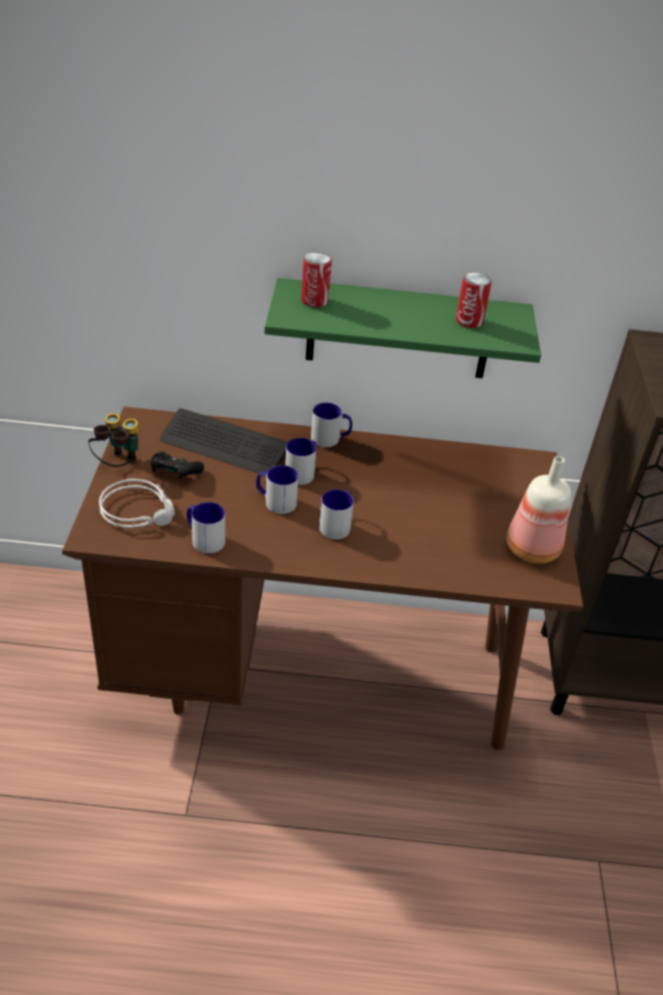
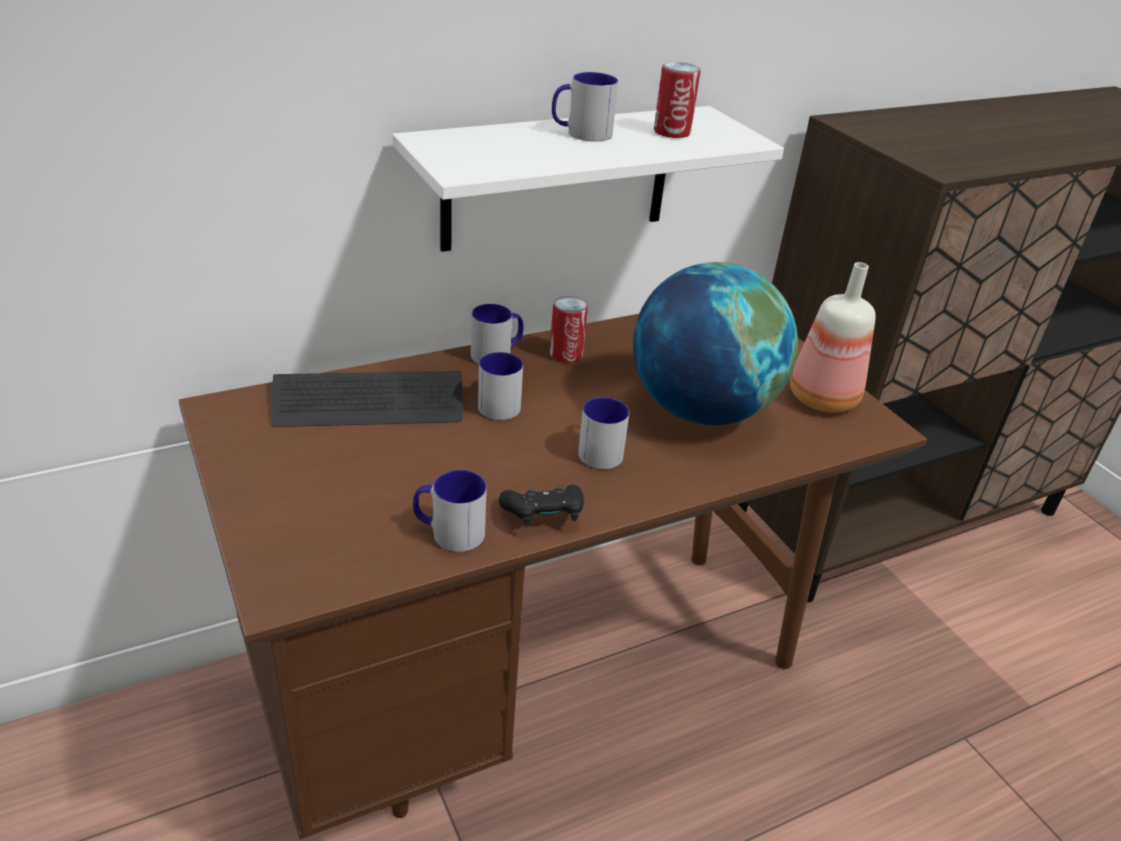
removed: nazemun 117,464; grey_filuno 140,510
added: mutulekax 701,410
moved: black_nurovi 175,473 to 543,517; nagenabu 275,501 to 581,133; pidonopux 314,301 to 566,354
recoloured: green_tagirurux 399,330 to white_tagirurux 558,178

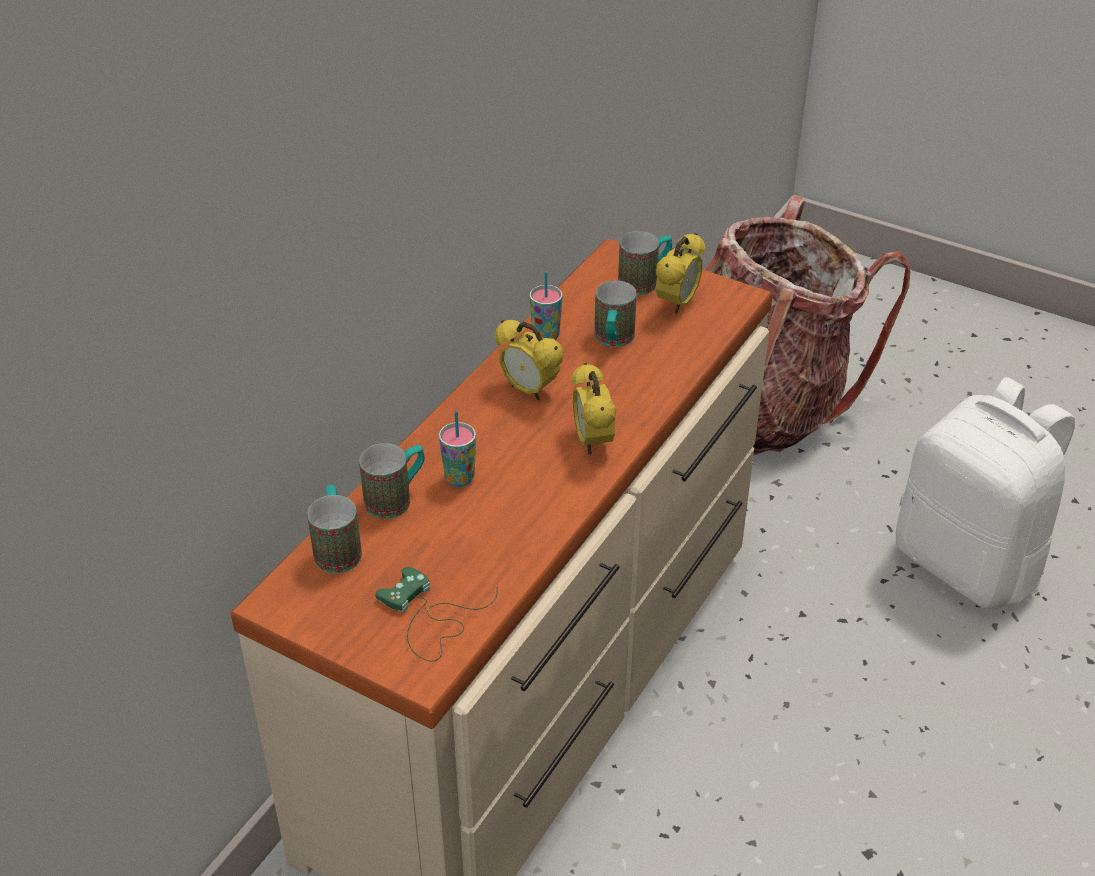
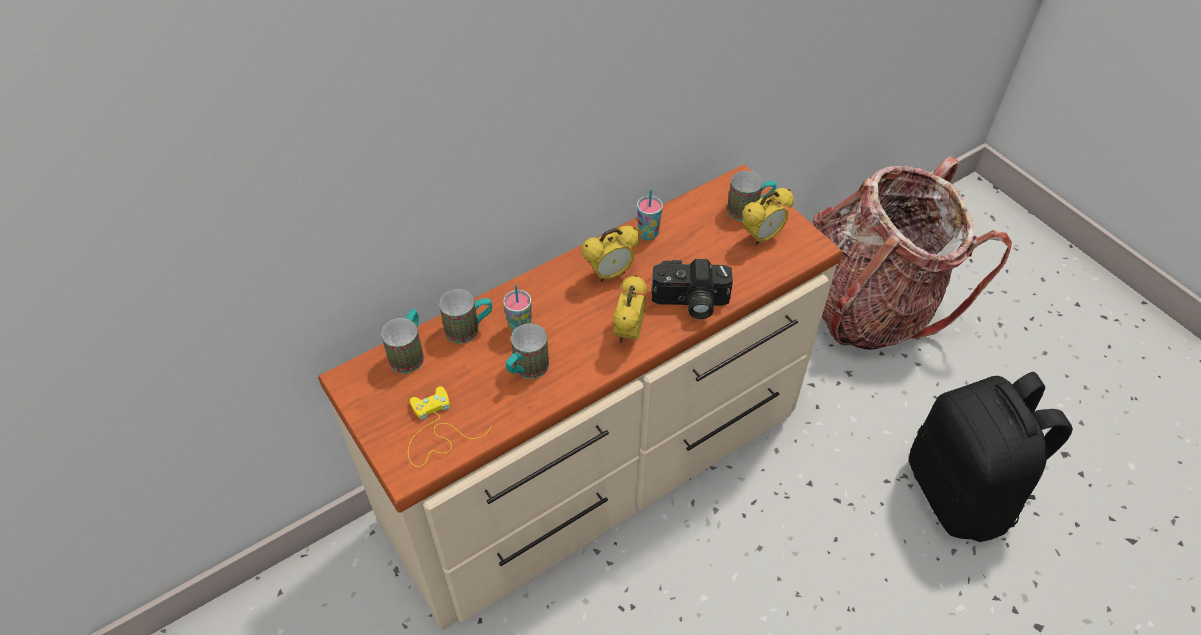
added: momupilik 690,302
moved: nagenabu 613,341 to 526,370
recoloured: green_nurovi 430,617 to yellow_nurovi 436,431; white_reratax 969,563 to black_reratax 962,493
turned: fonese 529,390 = 610,274 90 degrees counterclockwise

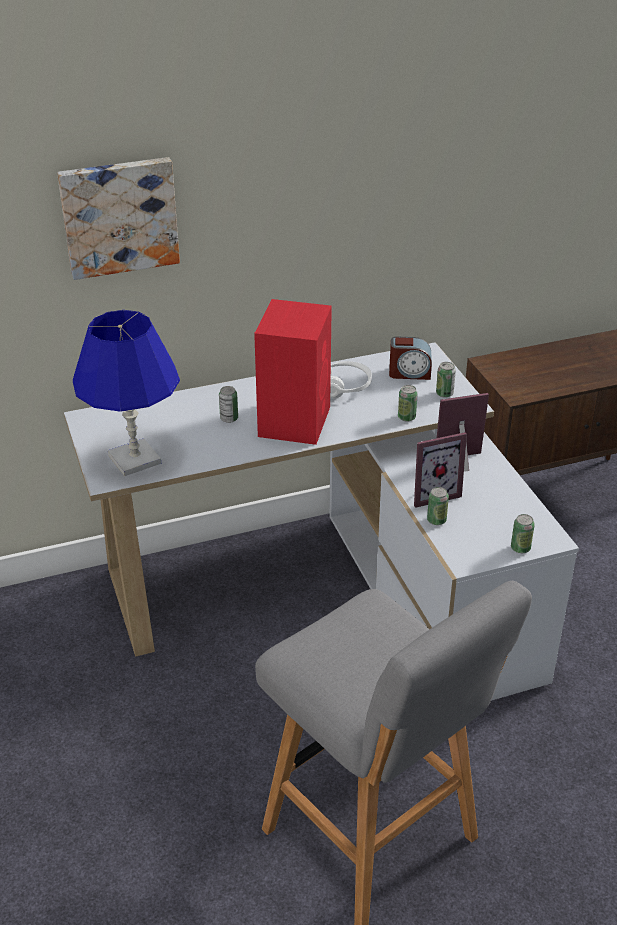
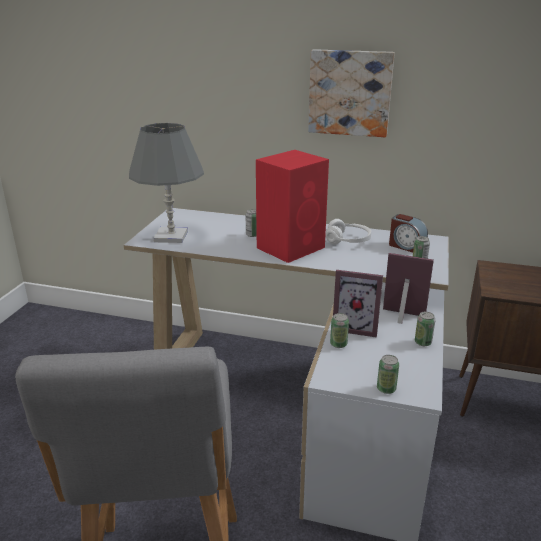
moved: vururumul 119,216 to 350,92; pidonopux 406,417 to 423,342
recoloured: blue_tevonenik 135,459 to grey_tevonenik 171,236

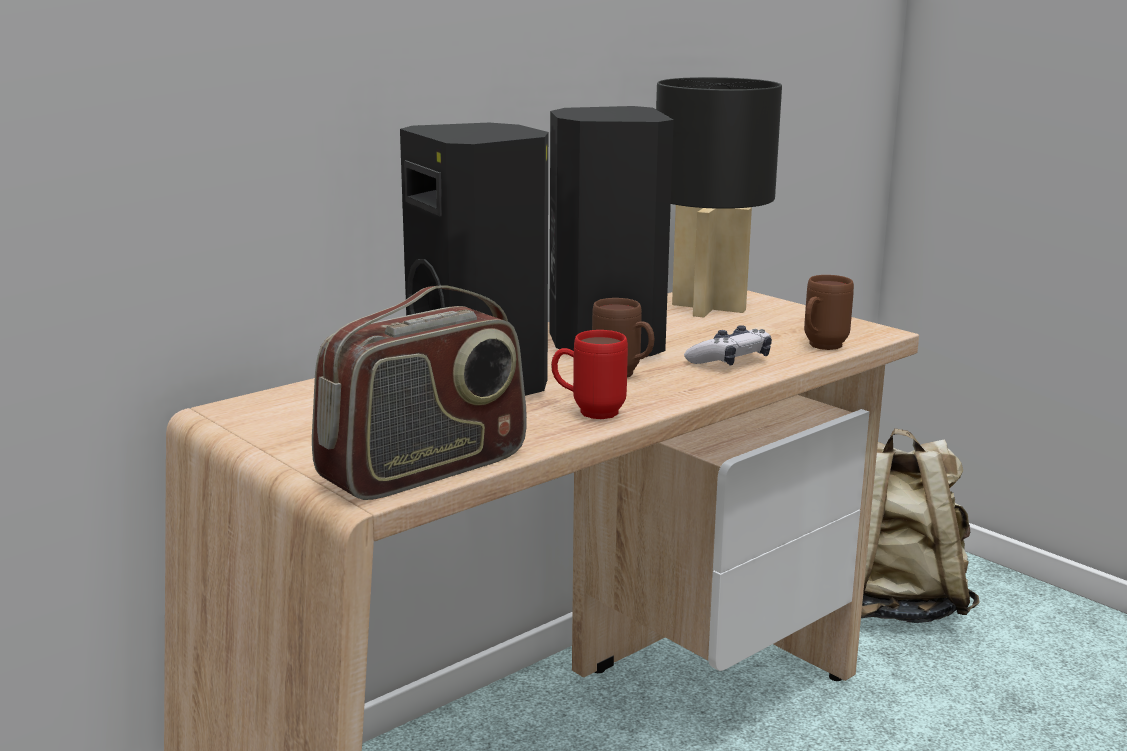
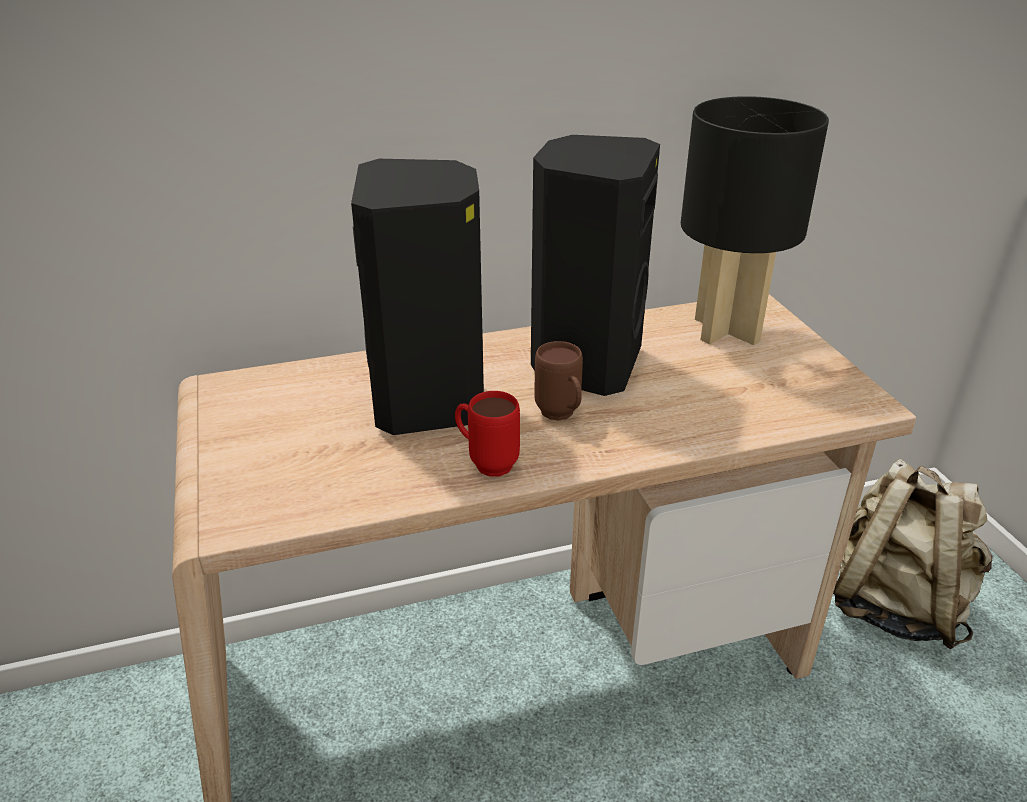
removed: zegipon 425,469; nurovi 730,361; brown_nagenabu 820,347

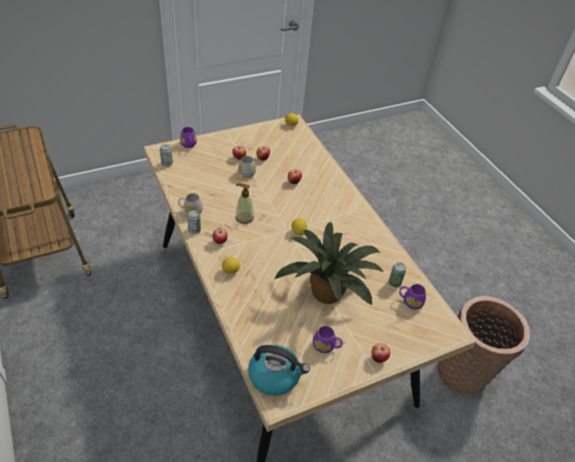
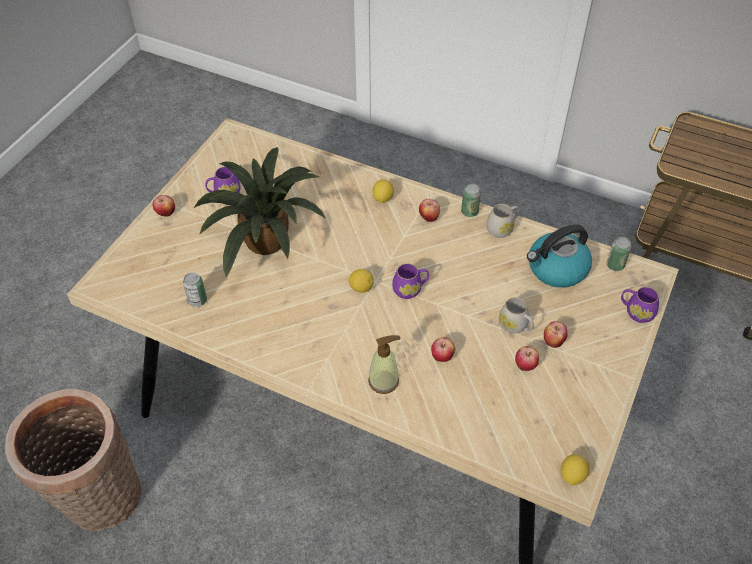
moved: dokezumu 244,217 to 384,381; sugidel 275,376 to 556,269; purple_nagenabu 410,302 to 410,289

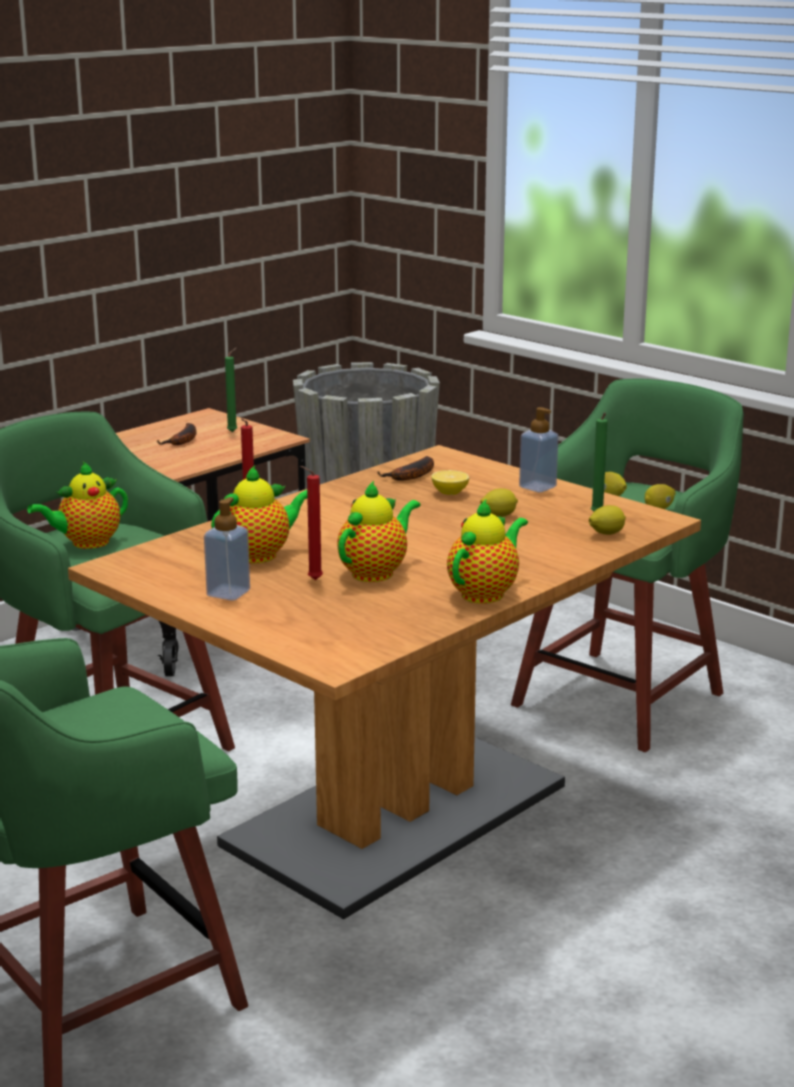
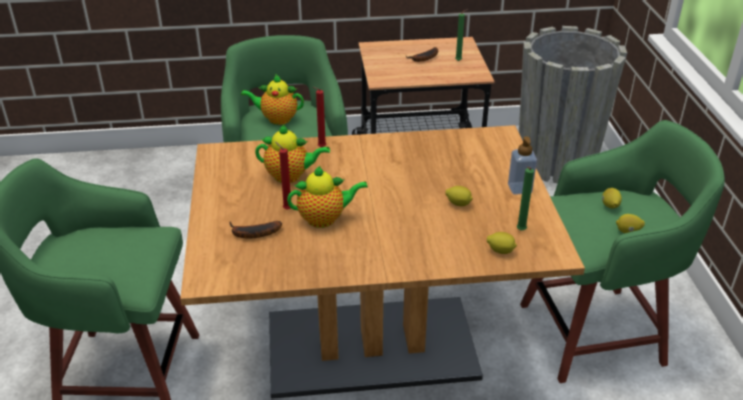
removed: dokezumu 228,593; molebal 449,493; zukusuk 485,593
moved: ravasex 411,476 to 252,234

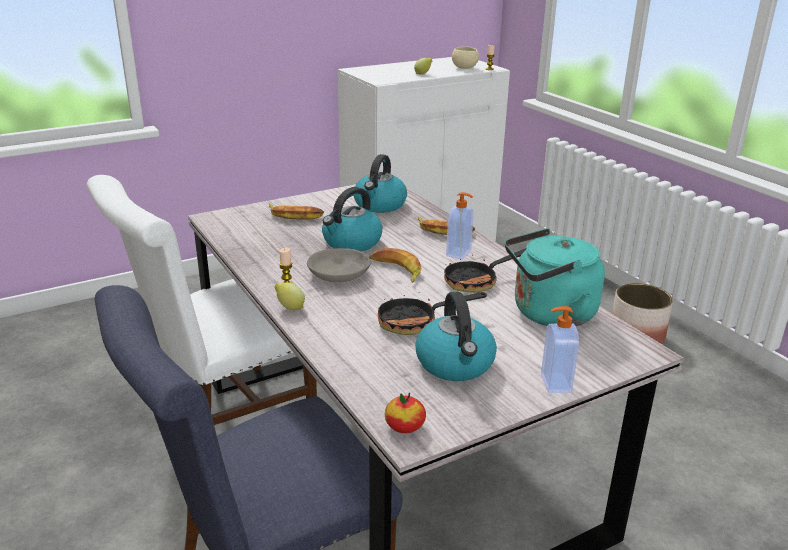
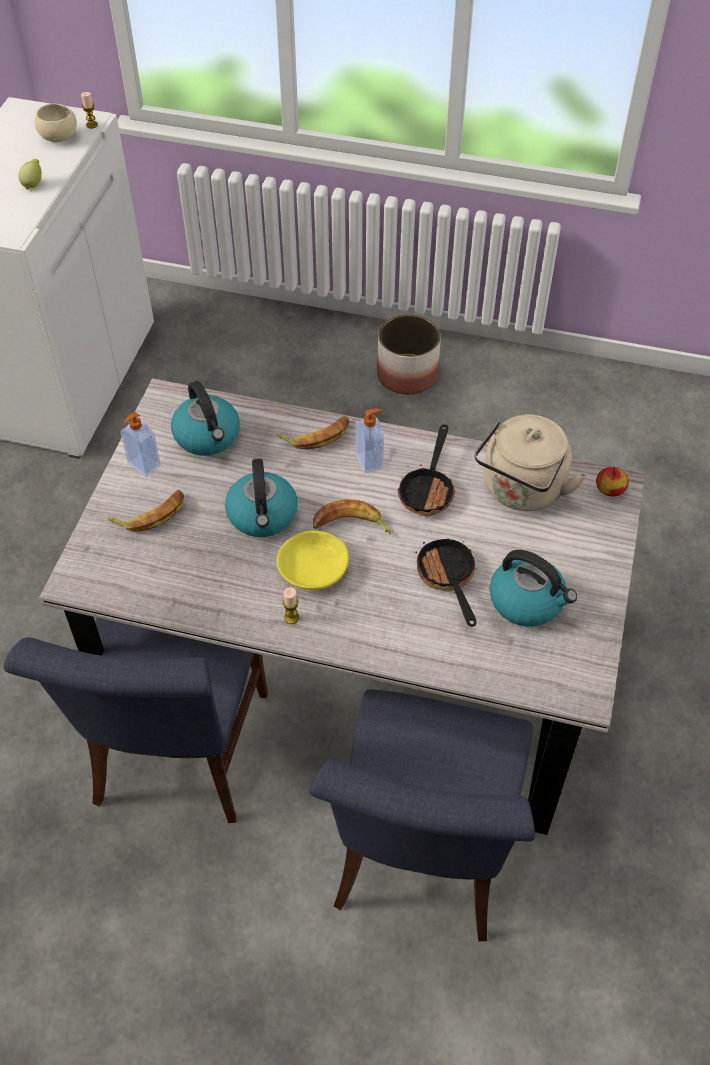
removed: molebal 290,308
moved: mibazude 405,426 to 610,489; dokezumu 554,383 to 143,465
recoloured: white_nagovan 223,423 to blue_nagovan 178,758; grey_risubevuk 340,274 to yellow_risubevuk 314,568; turquoise_sugidel 549,314 to beige_sugidel 521,491
turned: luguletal 416,322 = 447,578 135 degrees clockwise

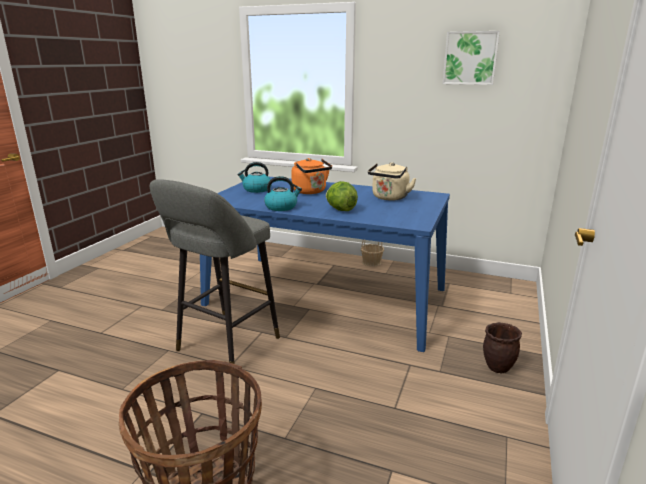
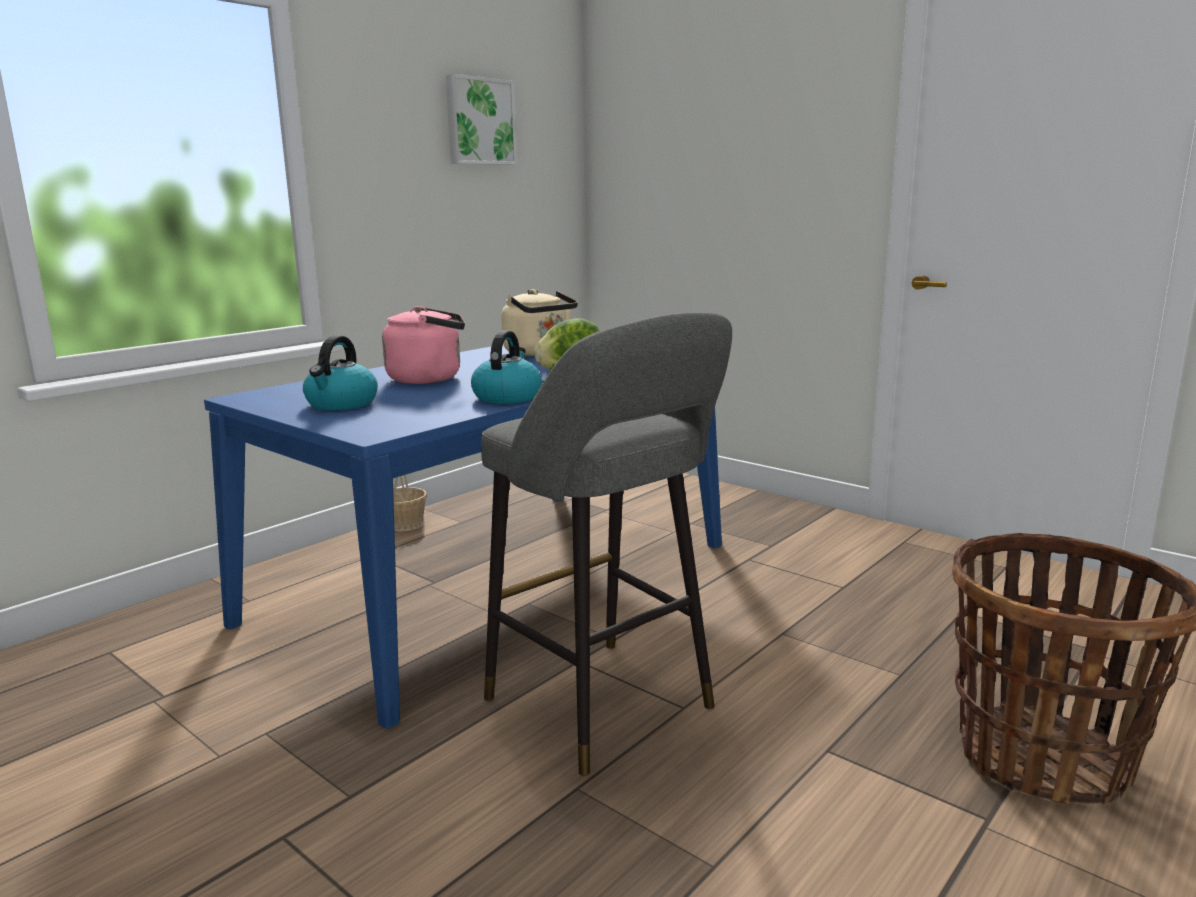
removed: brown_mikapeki 497,367
recoloured: orange_sugidel 310,192 to pink_sugidel 429,378

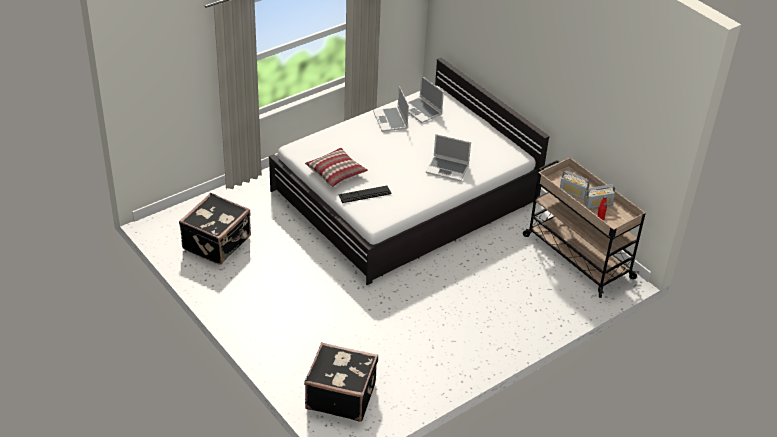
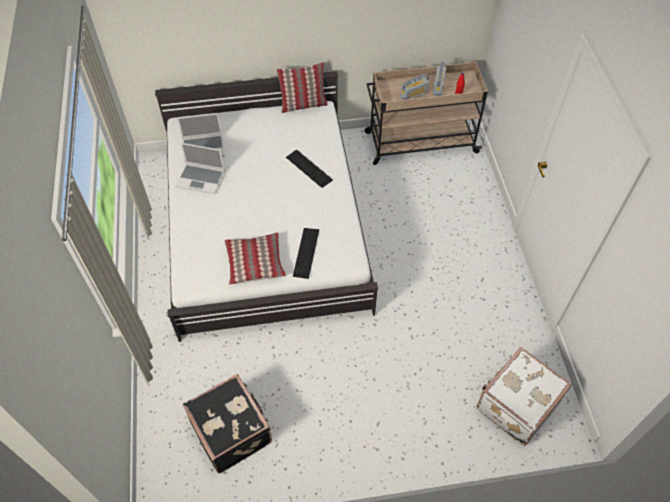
added: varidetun 303,104
replaced: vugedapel 448,169 to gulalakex 309,168
recoloured: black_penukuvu 341,395 to white_penukuvu 515,405

